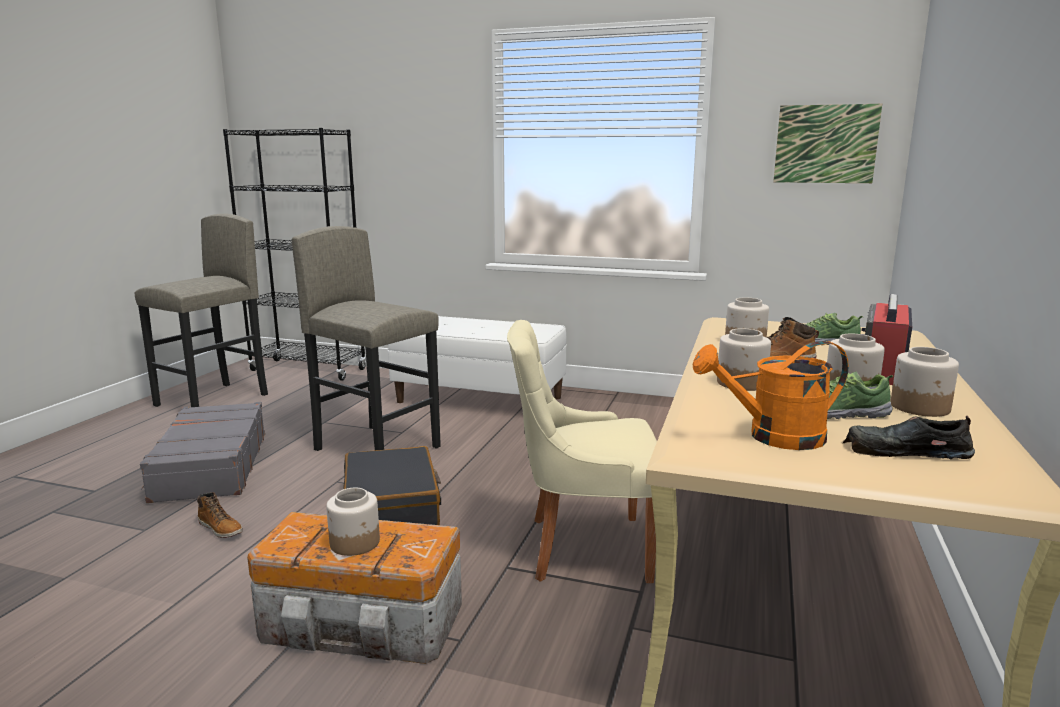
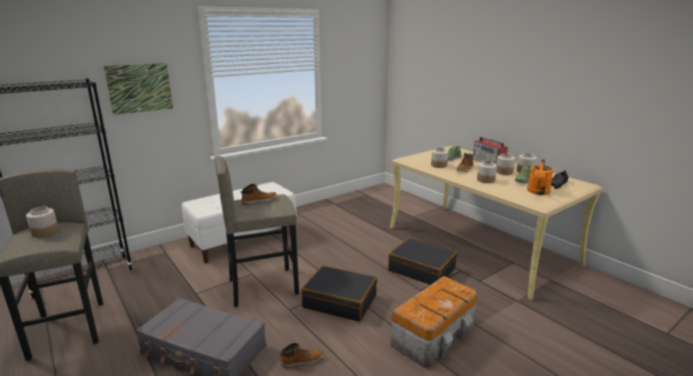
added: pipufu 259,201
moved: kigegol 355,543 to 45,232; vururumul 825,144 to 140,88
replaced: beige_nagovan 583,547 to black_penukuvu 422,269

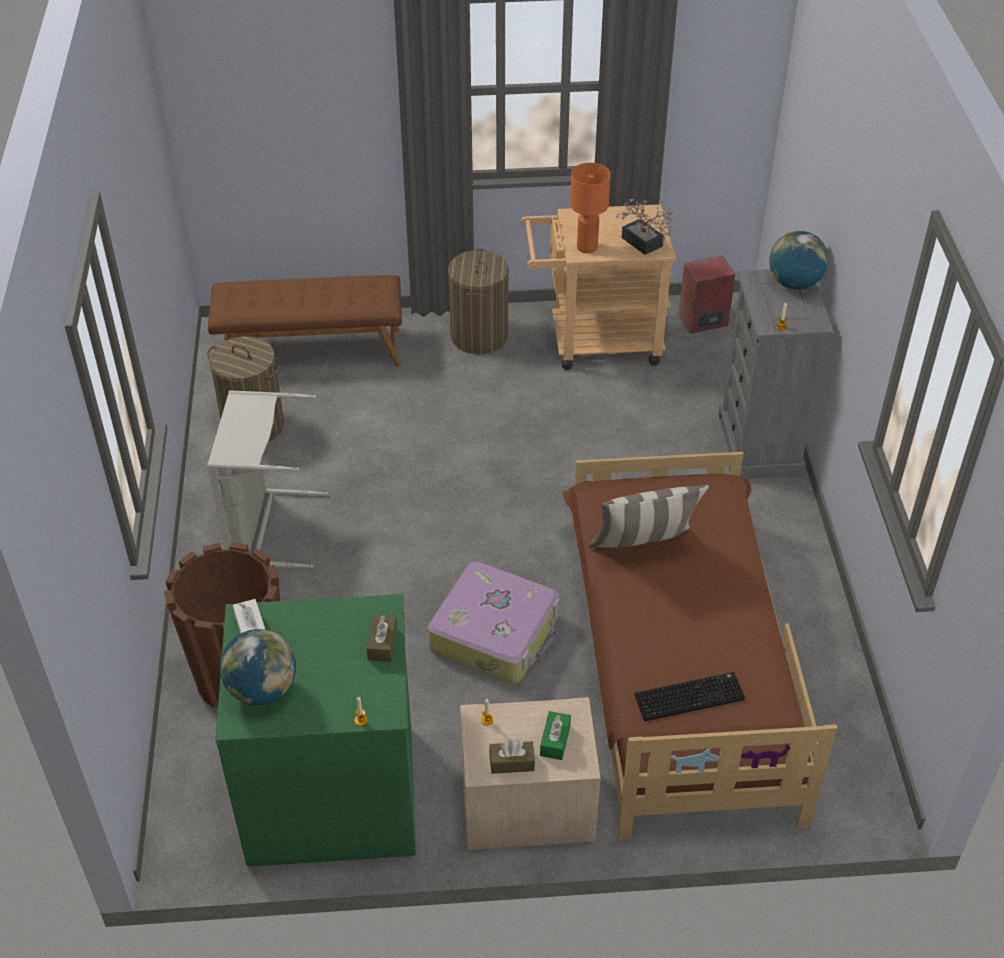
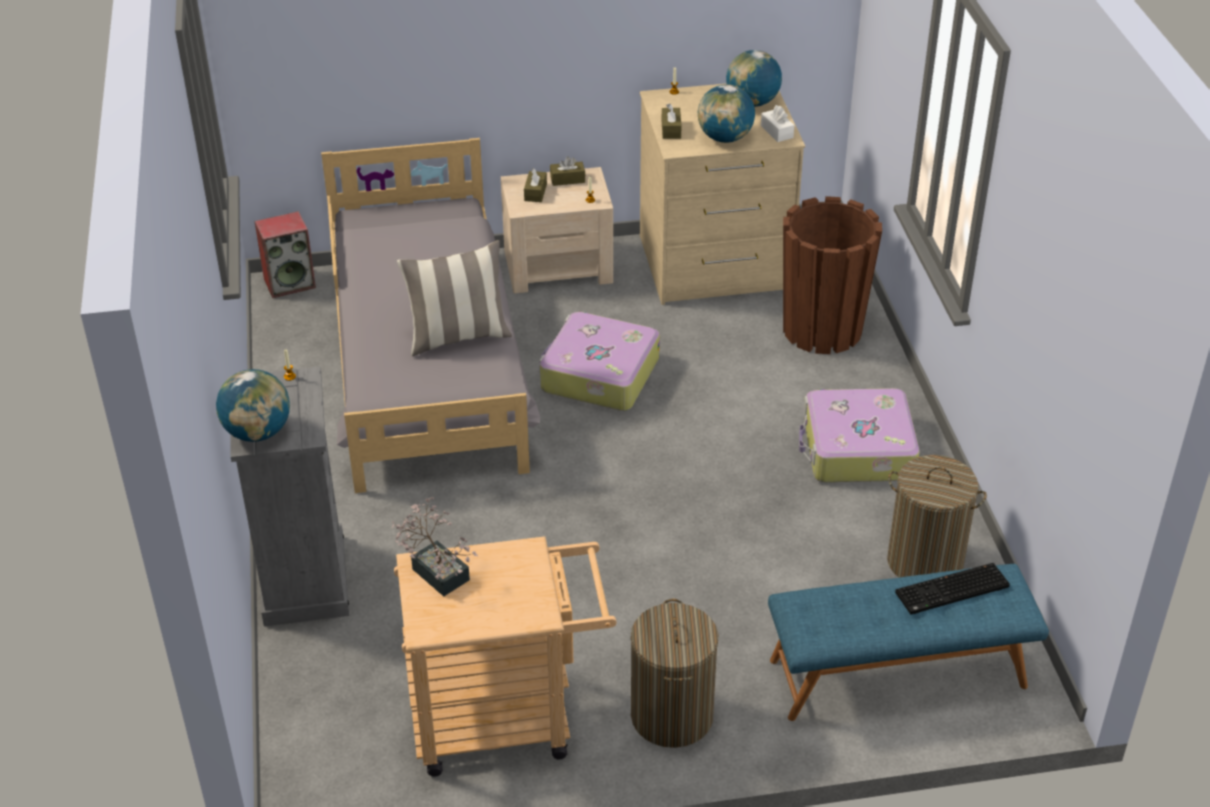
removed: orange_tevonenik 587,248
added: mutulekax 725,138
moved: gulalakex 689,696 to 952,591; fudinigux 702,320 to 290,283
replaced: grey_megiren 265,528 to penukuvu 857,450
recoloured: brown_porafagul 311,350 to blue_porafagul 898,674; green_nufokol 332,792 to beige_nufokol 714,264; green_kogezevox 555,740 to brown_kogezevox 535,192; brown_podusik 678,662 to grey_podusik 428,364

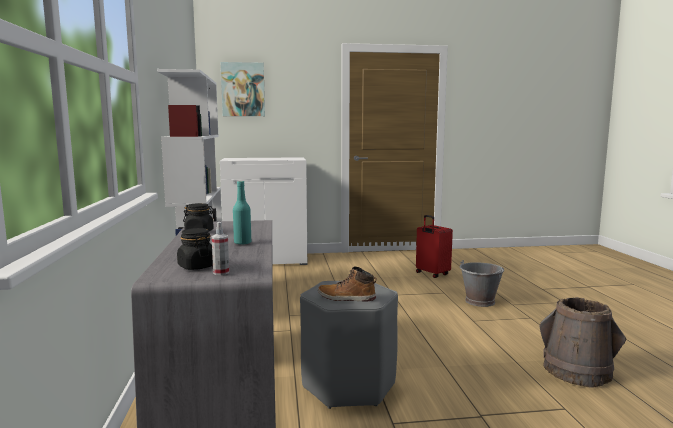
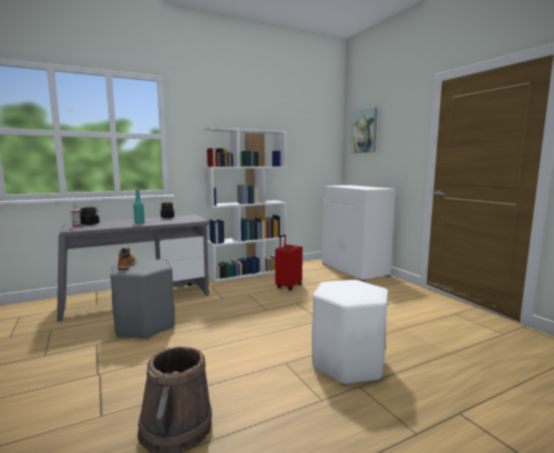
moved: red_penukuvu 432,274 to 288,286
replaced: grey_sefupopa 480,301 to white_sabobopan 347,364

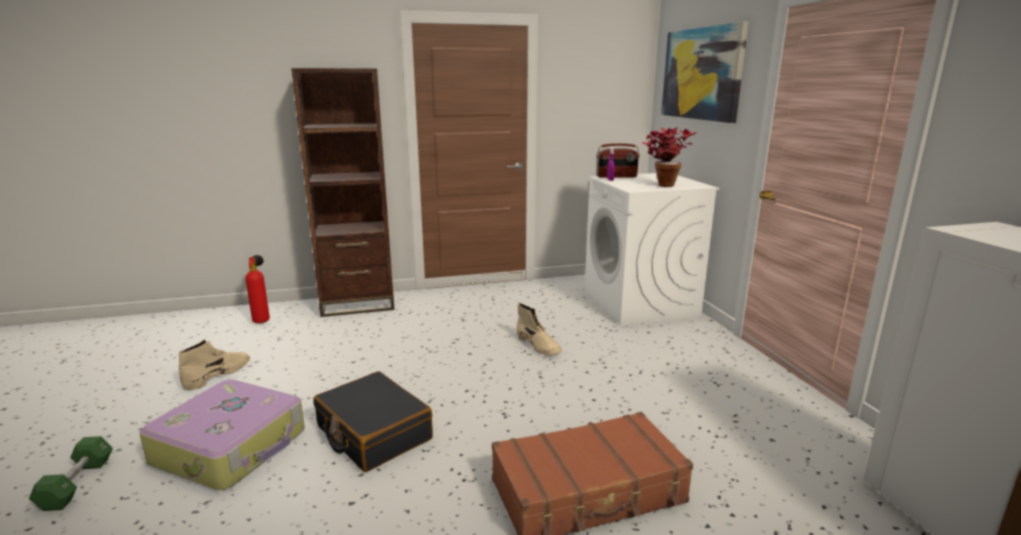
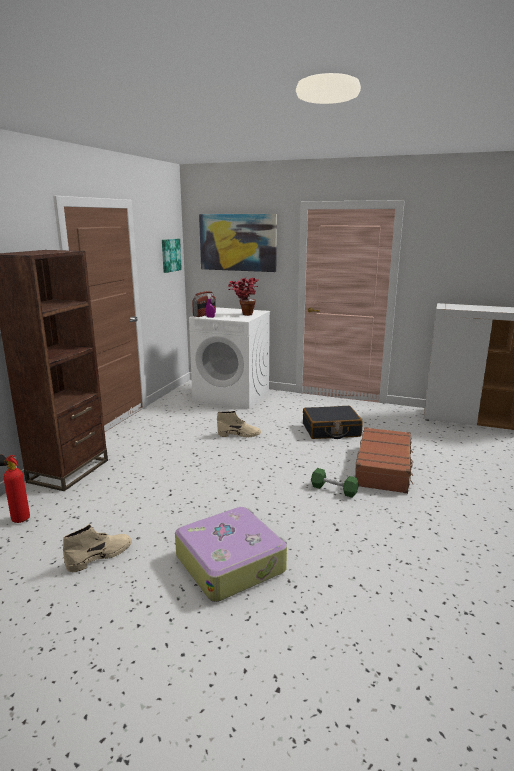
added: vururumul 170,255
moved: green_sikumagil 77,484 to 334,489; black_penukuvu 373,433 to 331,430
turned: beige_pipufu 218,374 = 100,556 75 degrees clockwise

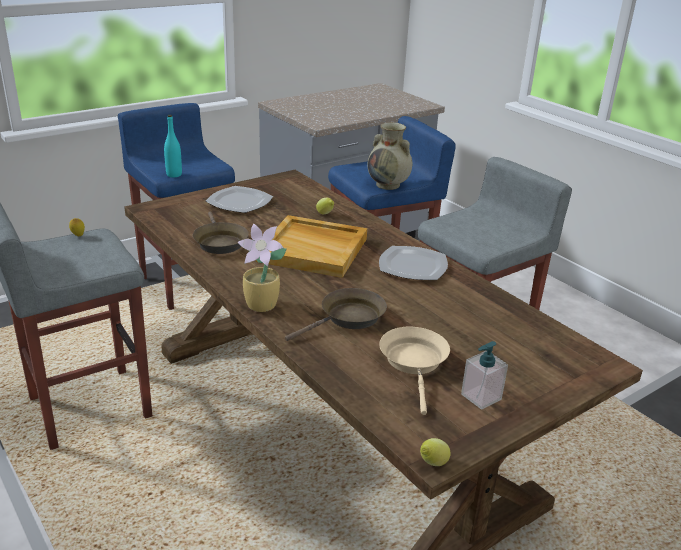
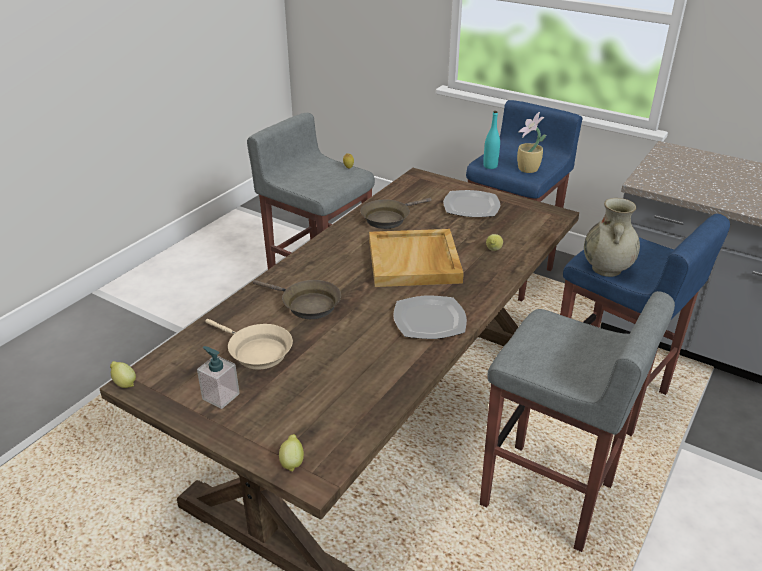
added: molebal 292,462
moved: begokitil 262,306 to 527,170
turned: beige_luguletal 414,363 = 256,351 60 degrees clockwise

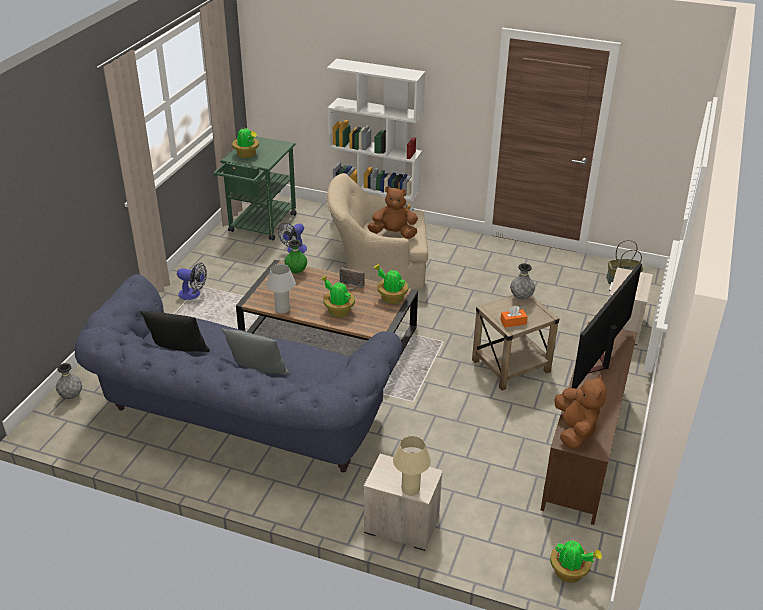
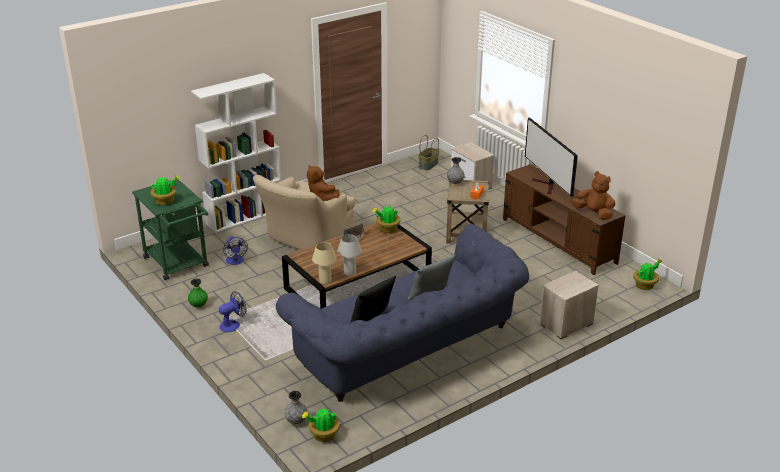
moved: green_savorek 296,271 to 198,306; begokitil 338,311 to 323,436; beige_tevonenik 410,489 to 325,281
turned: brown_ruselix 393,234 = 321,199 75 degrees counterclockwise

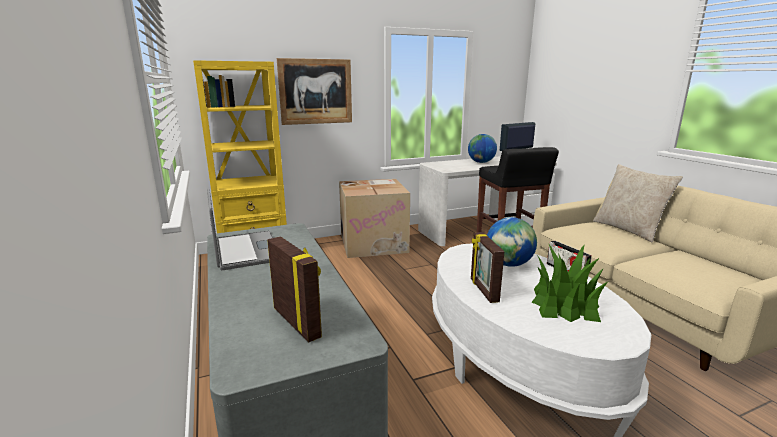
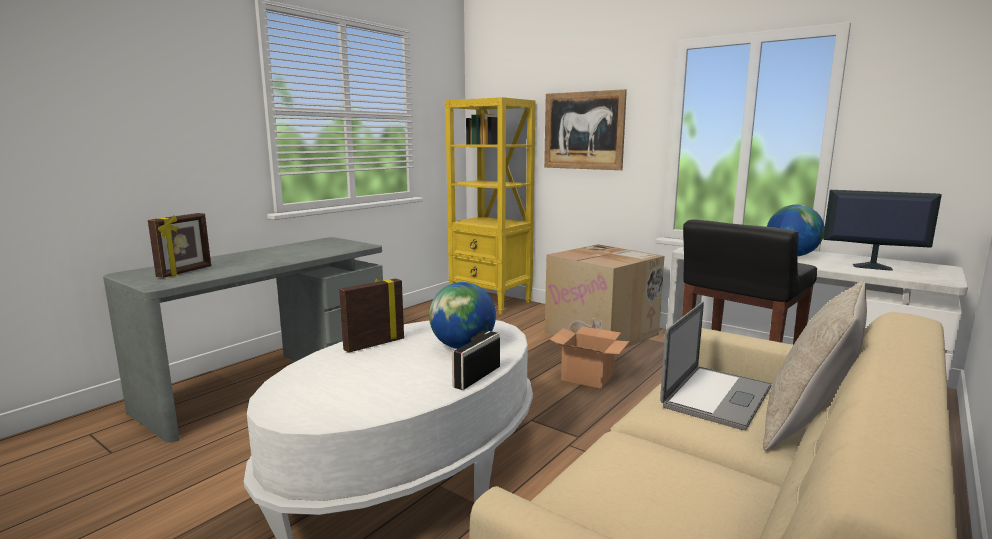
removed: begokitil 564,304
added: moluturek 586,376
moved: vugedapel 246,250 to 716,396

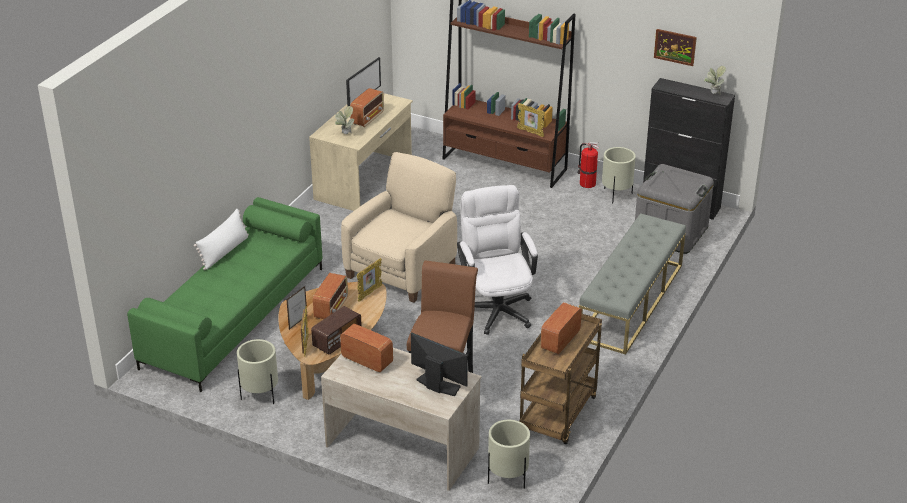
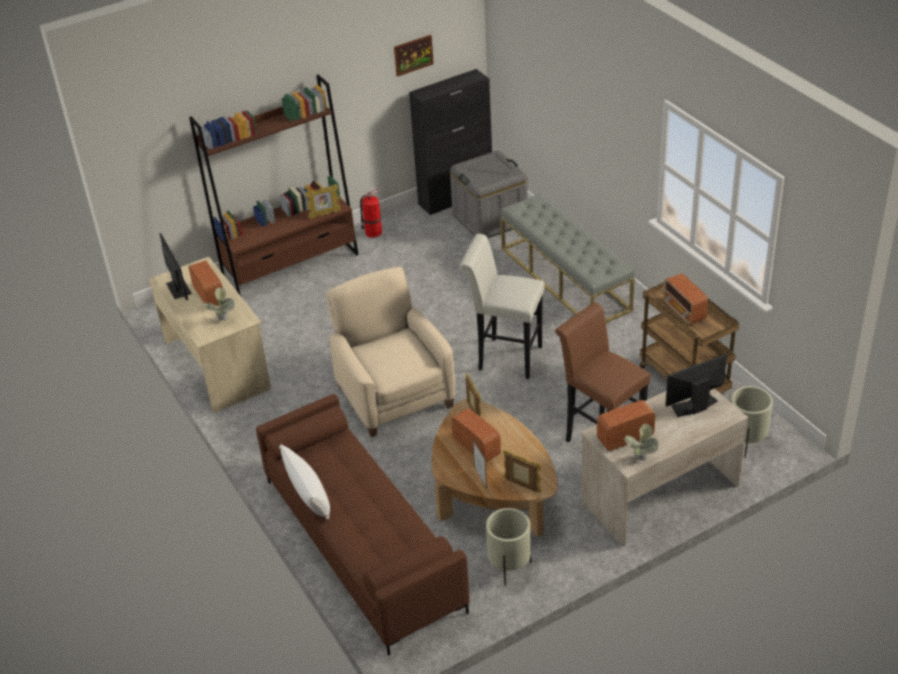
removed: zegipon 337,341; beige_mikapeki 616,195
moved: begokitil 713,95 to 640,461
replaced: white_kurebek 496,306 to white_sabobopan 505,357
recoloured: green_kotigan 234,316 to brown_kotigan 361,544

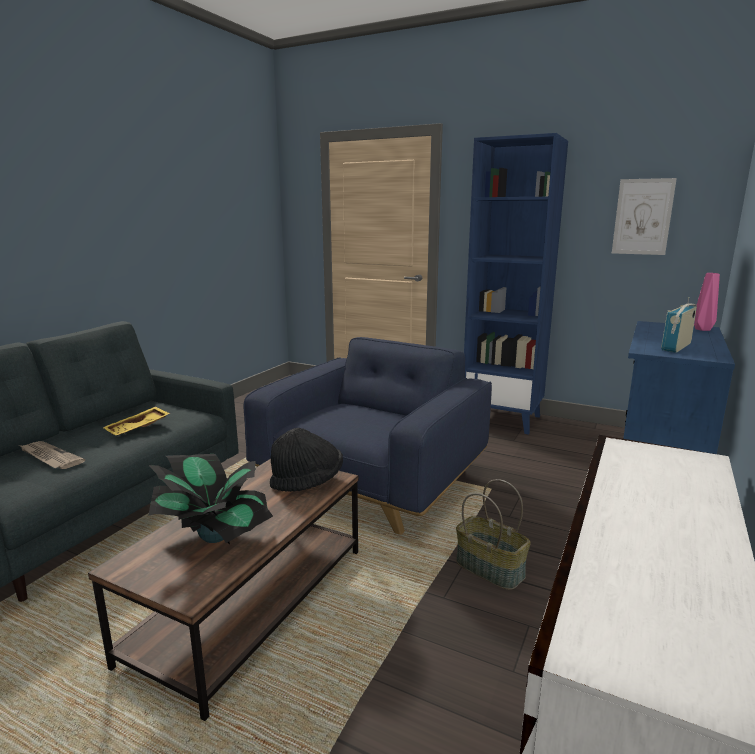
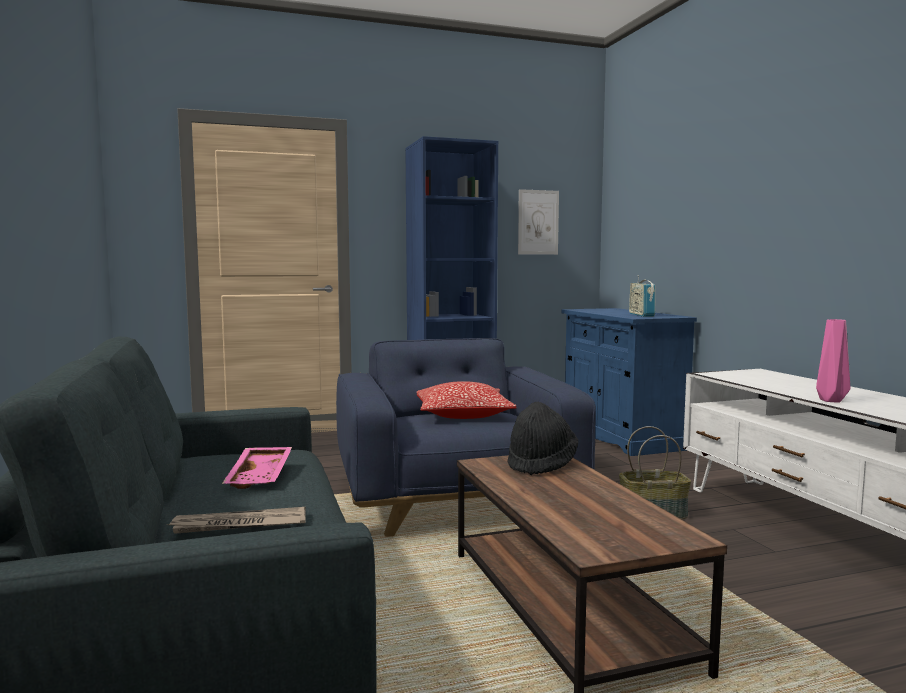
removed: begokitil 214,535
added: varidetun 462,415
moved: pink_savorek 702,329 to 831,401
recoloured: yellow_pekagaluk 138,428 to pink_pekagaluk 261,476

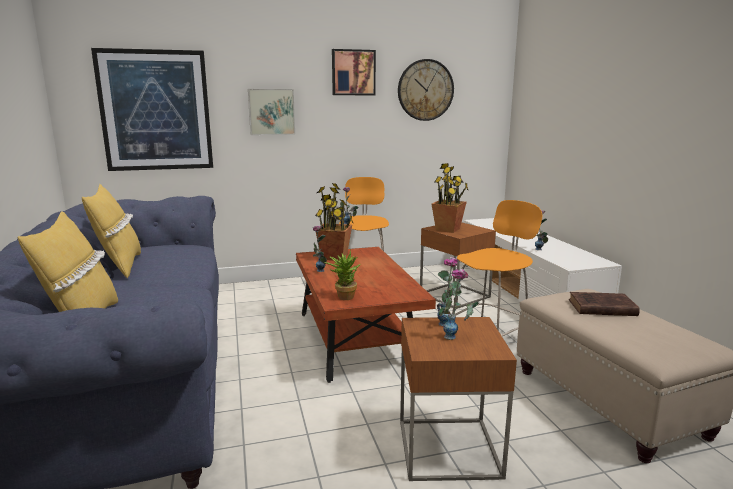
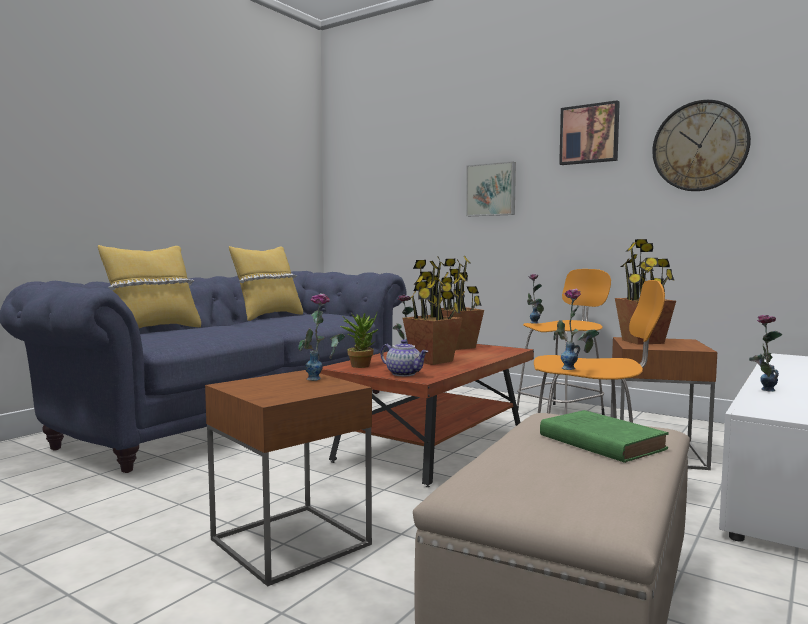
removed: vururumul 156,111
added: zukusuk 404,374; begokitil 432,361
moved: savorek 458,338 to 574,370
recoloured: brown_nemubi 600,308 to green_nemubi 599,442

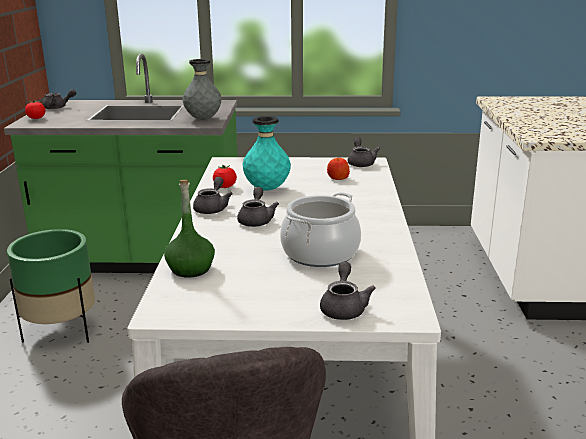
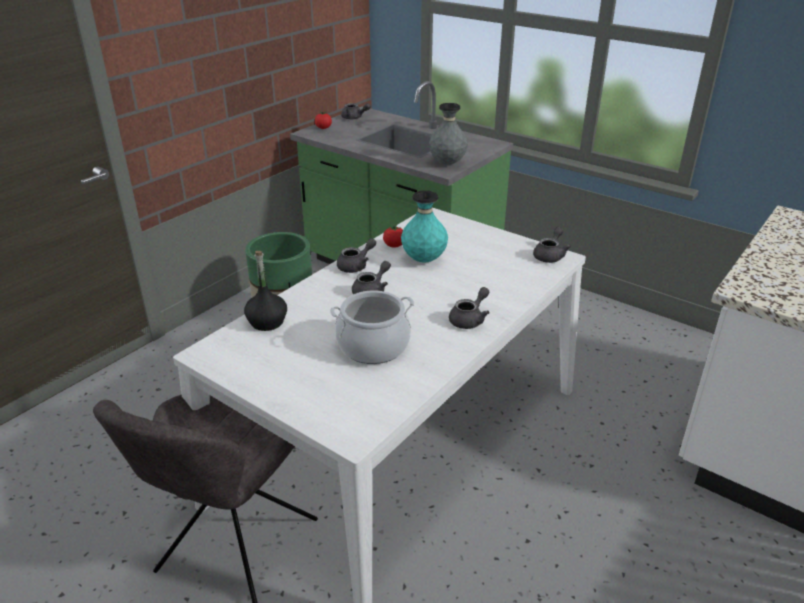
removed: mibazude 337,178
moved: grey_zukusuk 344,307 to 469,319
recoloured: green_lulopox 190,269 to black_lulopox 267,322

